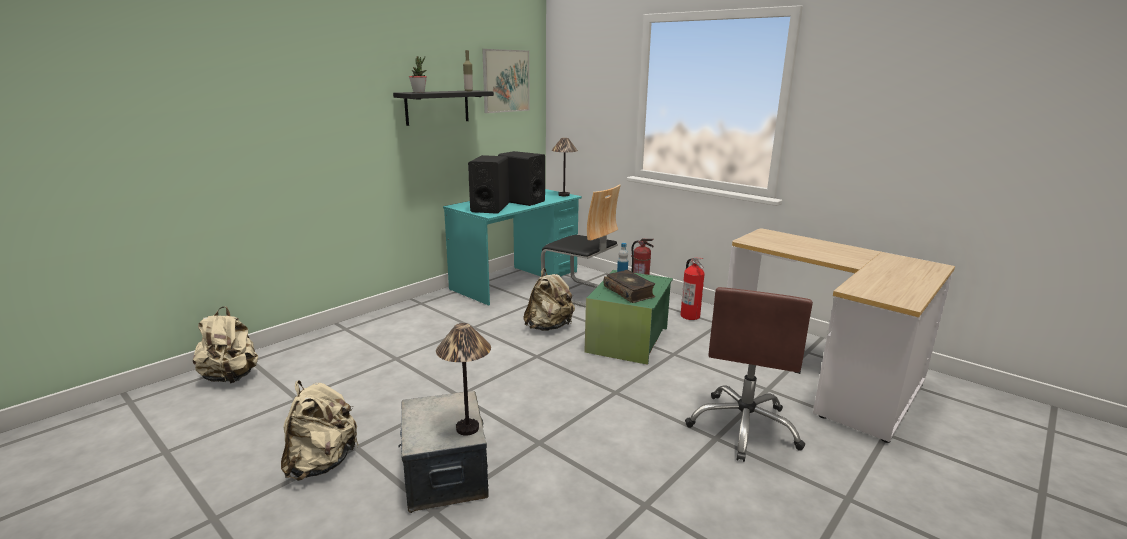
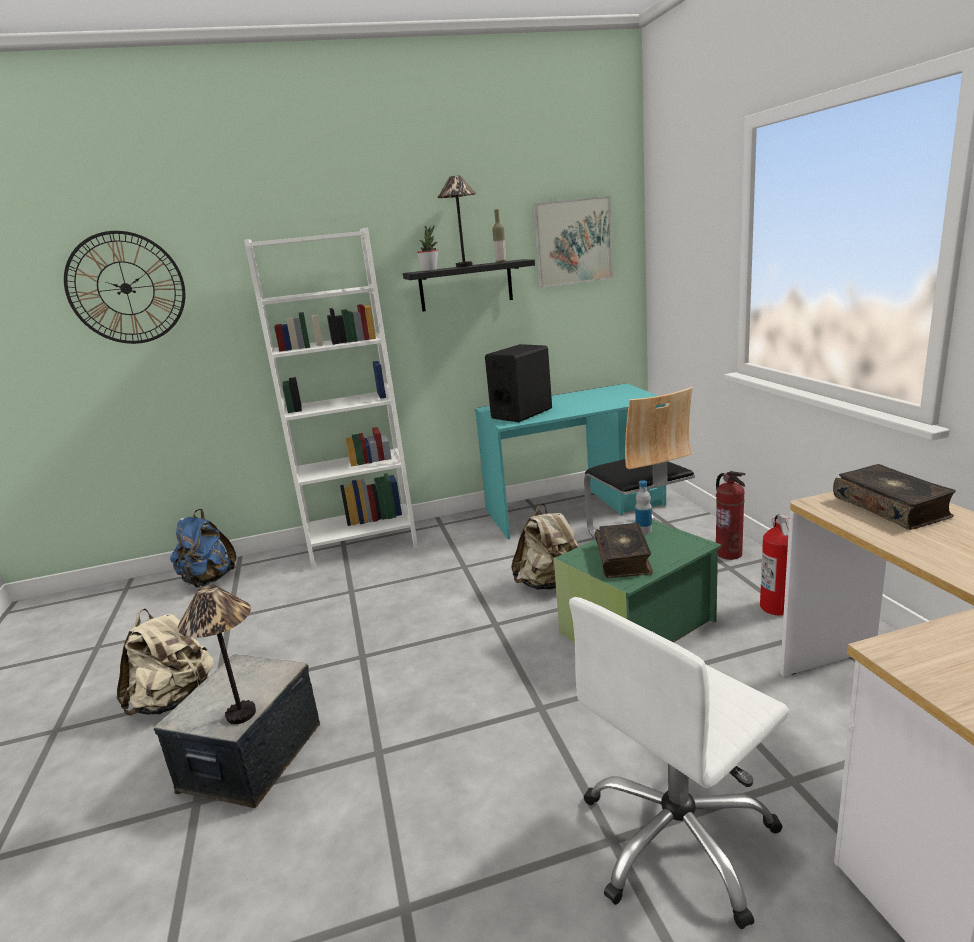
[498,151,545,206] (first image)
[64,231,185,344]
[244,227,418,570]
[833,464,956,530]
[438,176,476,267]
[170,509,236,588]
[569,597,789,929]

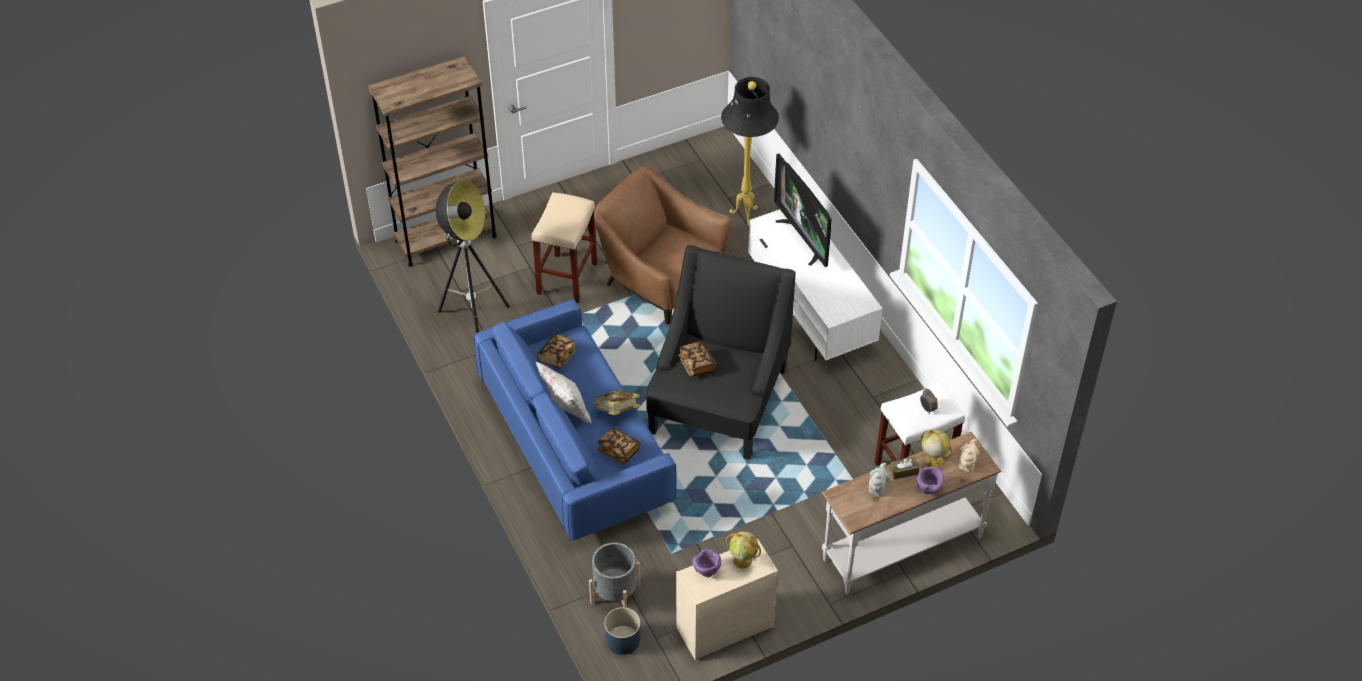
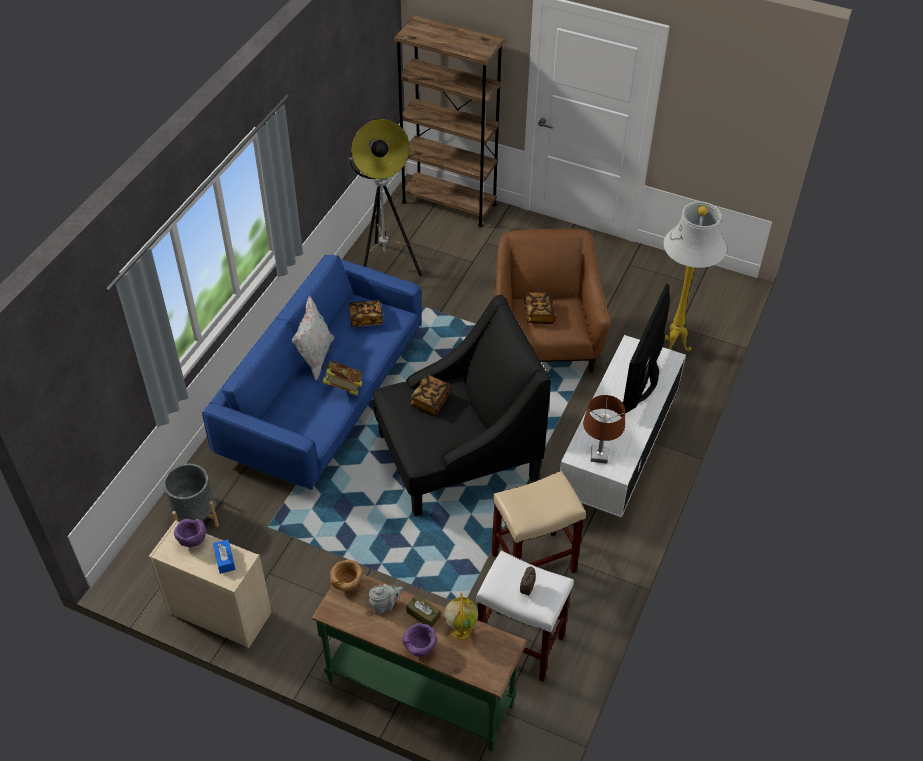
[604,607,641,655] (first image)
[959,439,980,472] (first image)
[330,559,363,592]
[583,395,625,463]
[491,471,586,574]
[524,293,556,324]
[213,539,235,574]
[663,201,727,352]
[311,574,528,752]

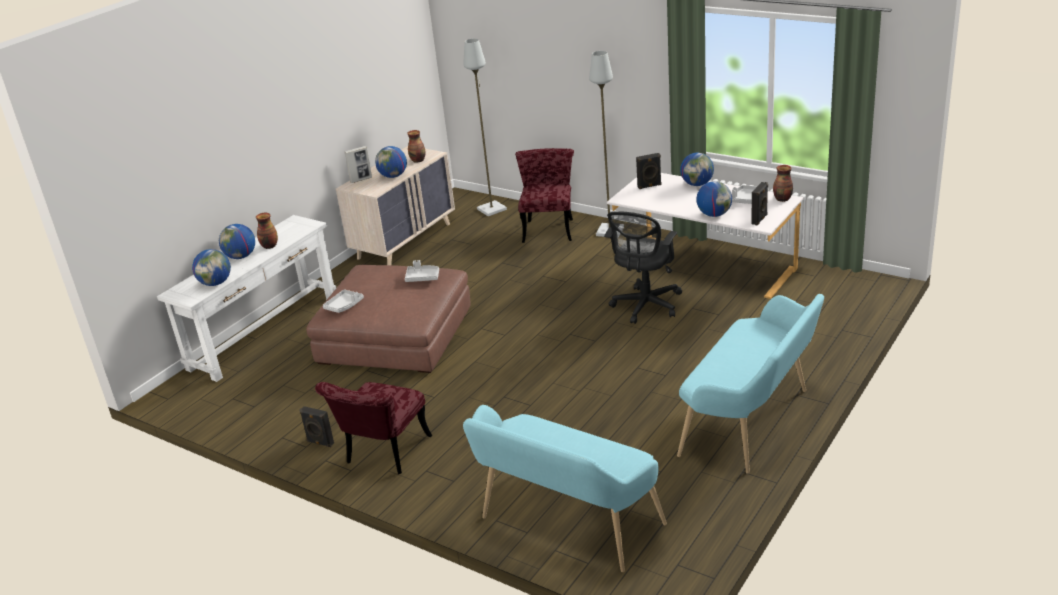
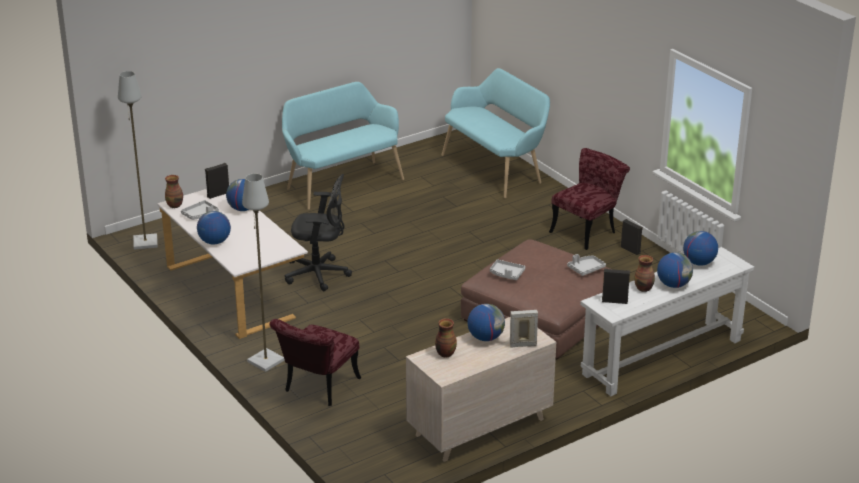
[118,71,158,250]
[602,268,630,304]
[285,174,352,291]

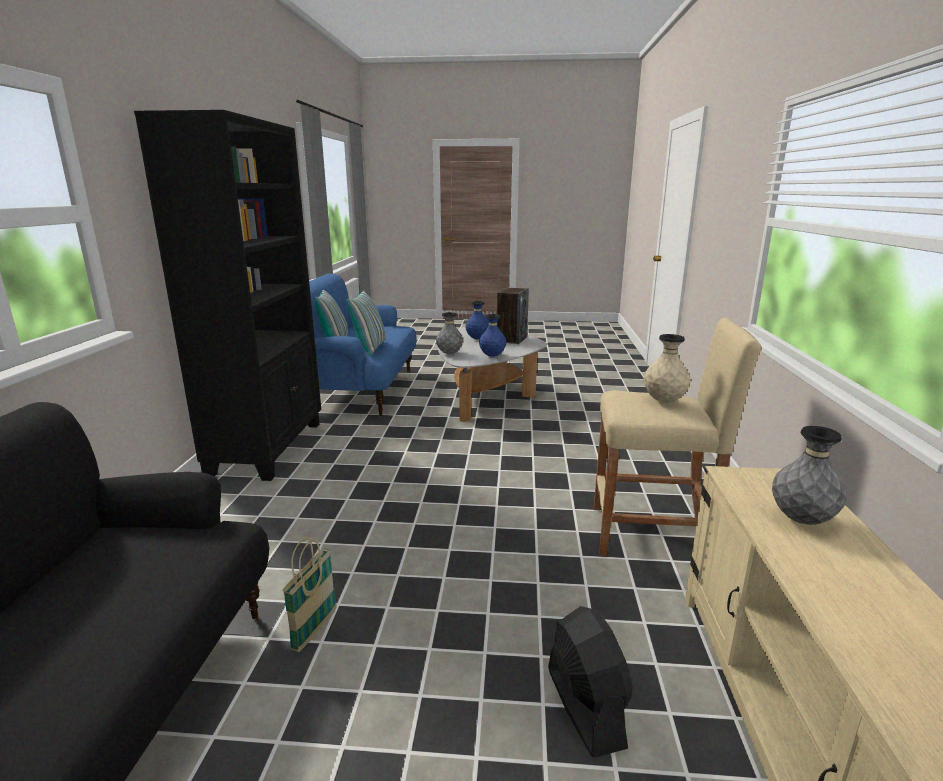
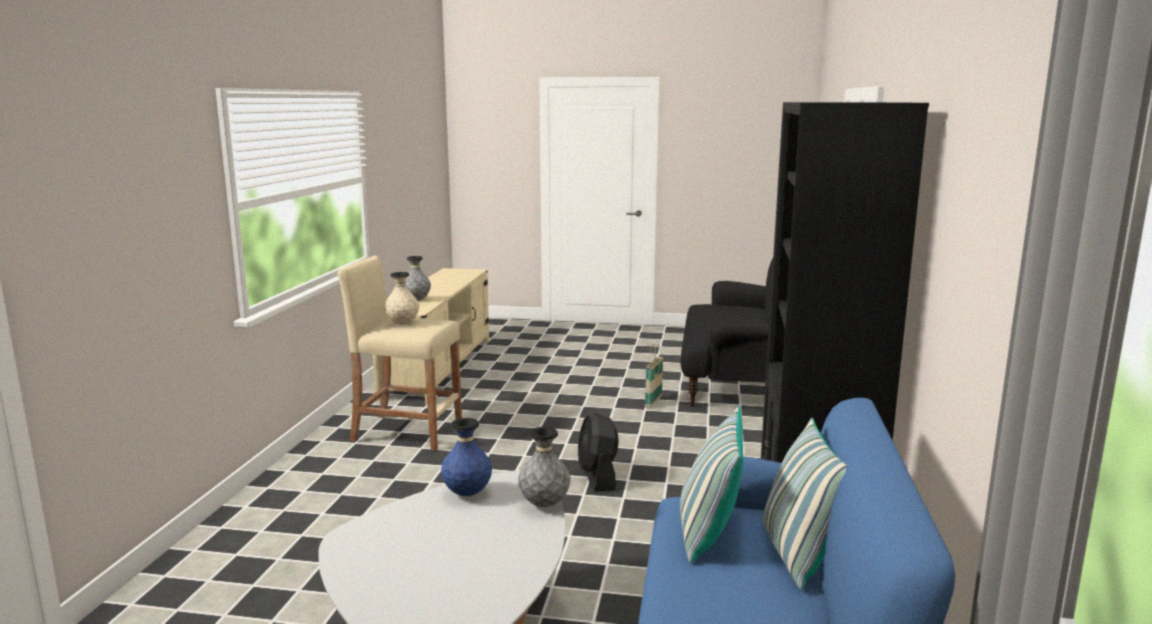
[465,301,489,339] (first image)
[497,288,529,344] (first image)
[578,412,619,492]

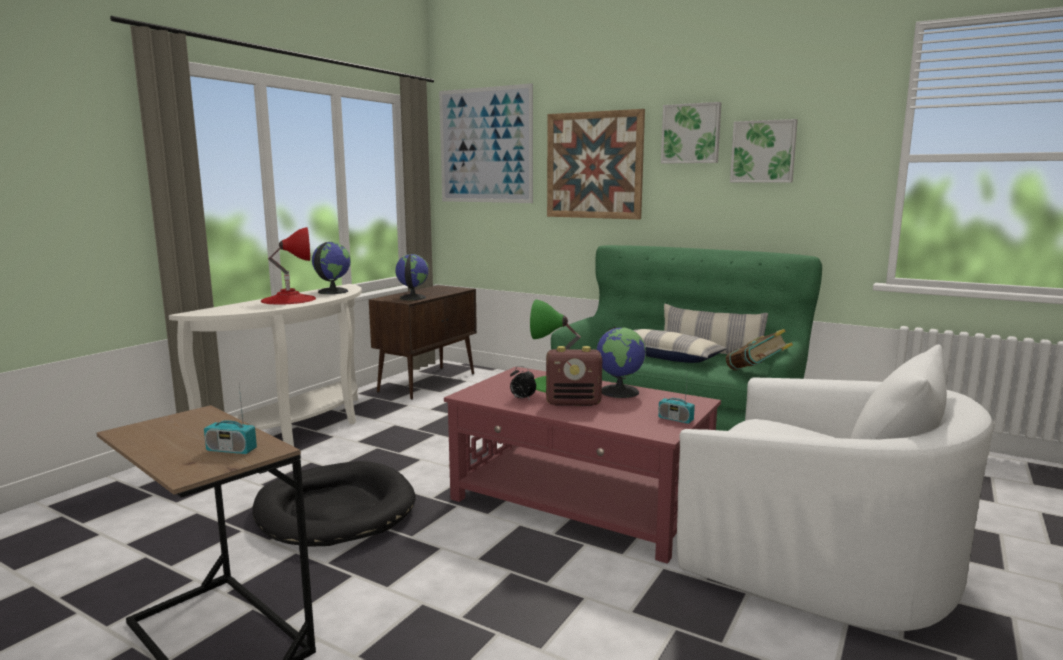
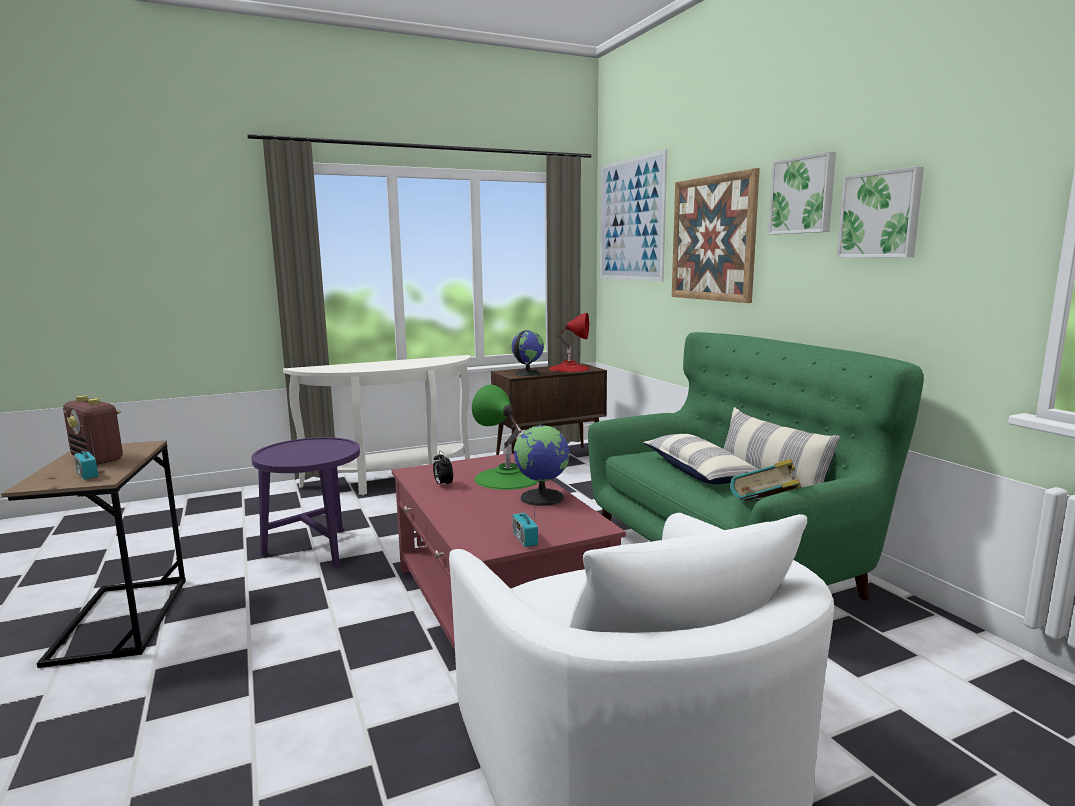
[312,242,351,294] (first image)
[549,313,590,372]
[63,395,123,465]
[251,437,360,567]

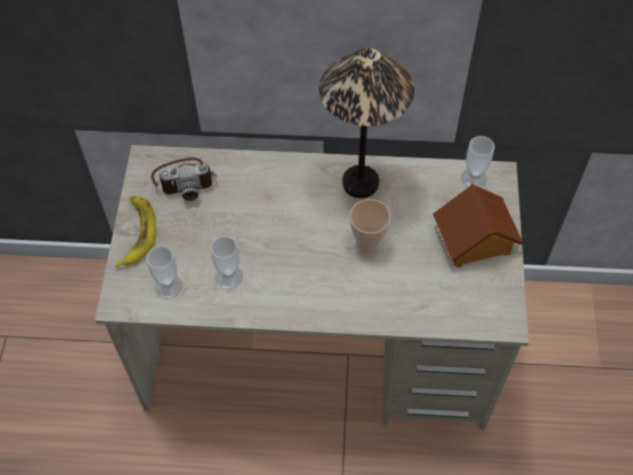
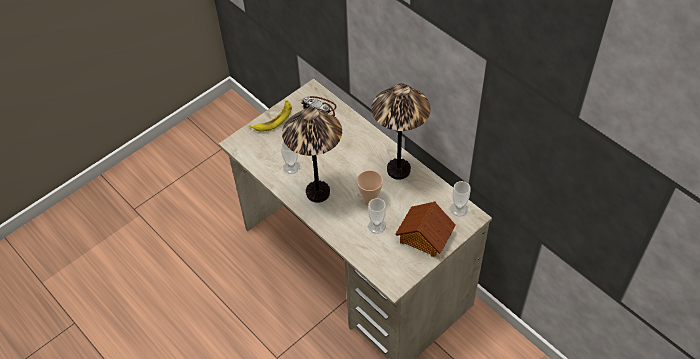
[282,107,342,203]
[368,198,386,234]

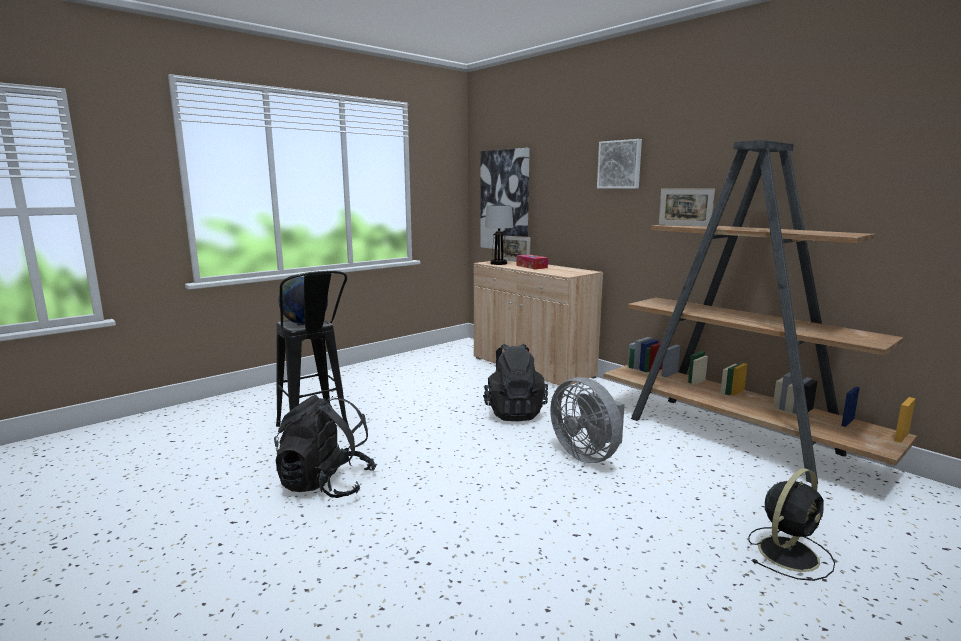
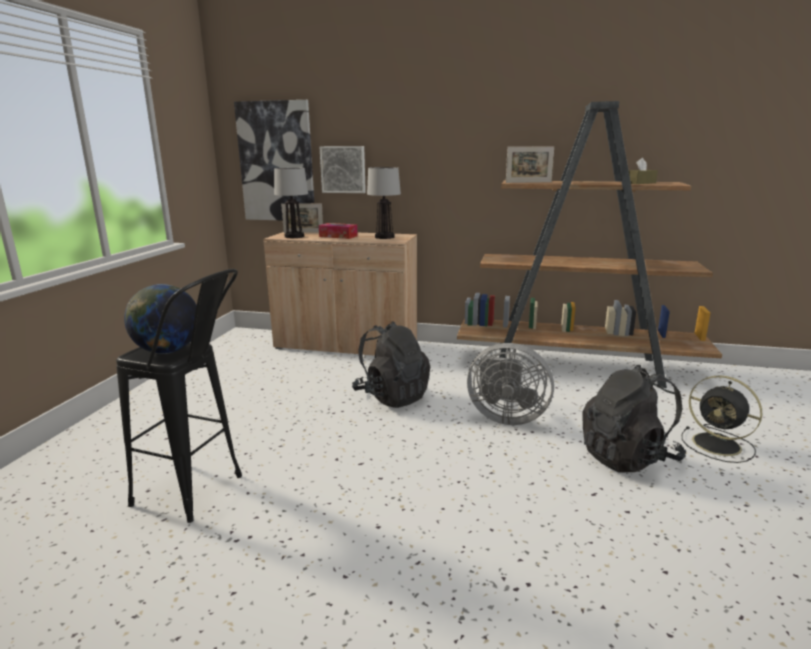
[367,167,401,239]
[629,158,658,184]
[582,365,686,473]
[319,146,366,193]
[682,375,762,463]

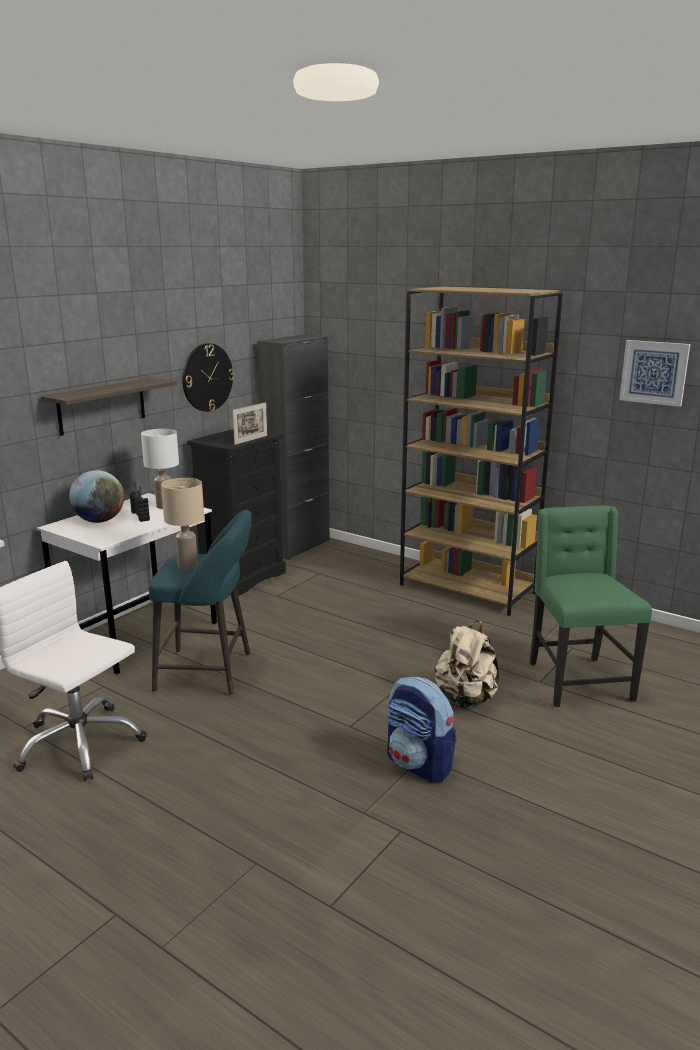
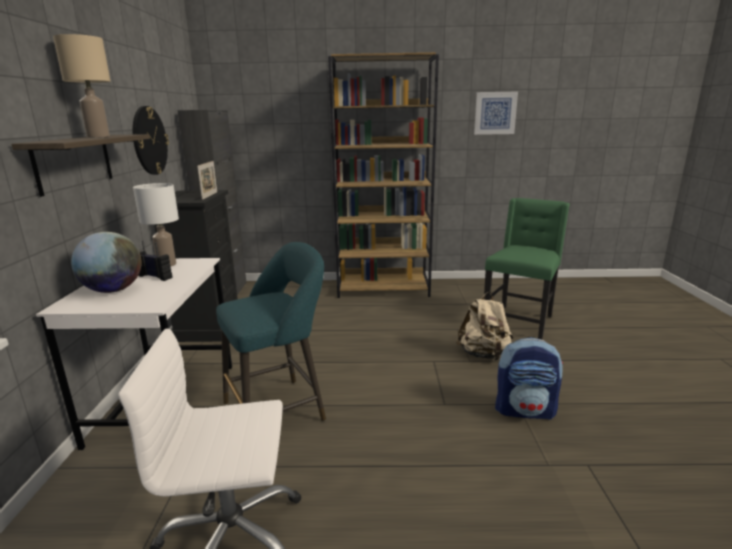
[53,34,111,138]
[484,198,570,340]

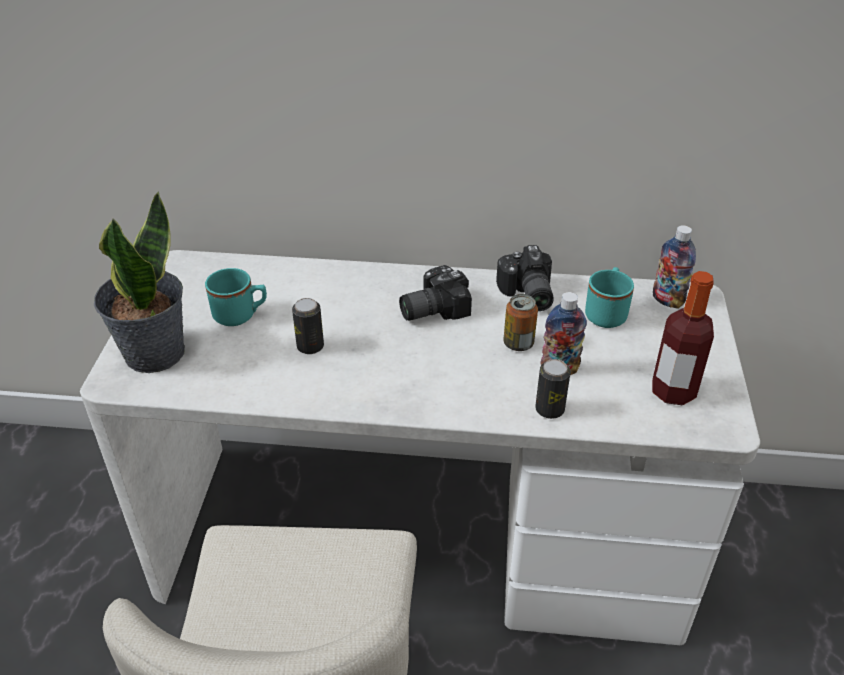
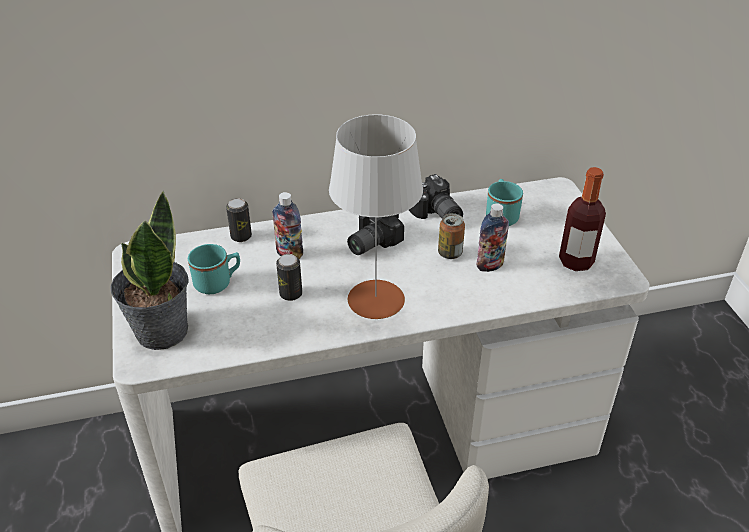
[329,114,423,319]
[226,198,252,242]
[272,192,303,259]

